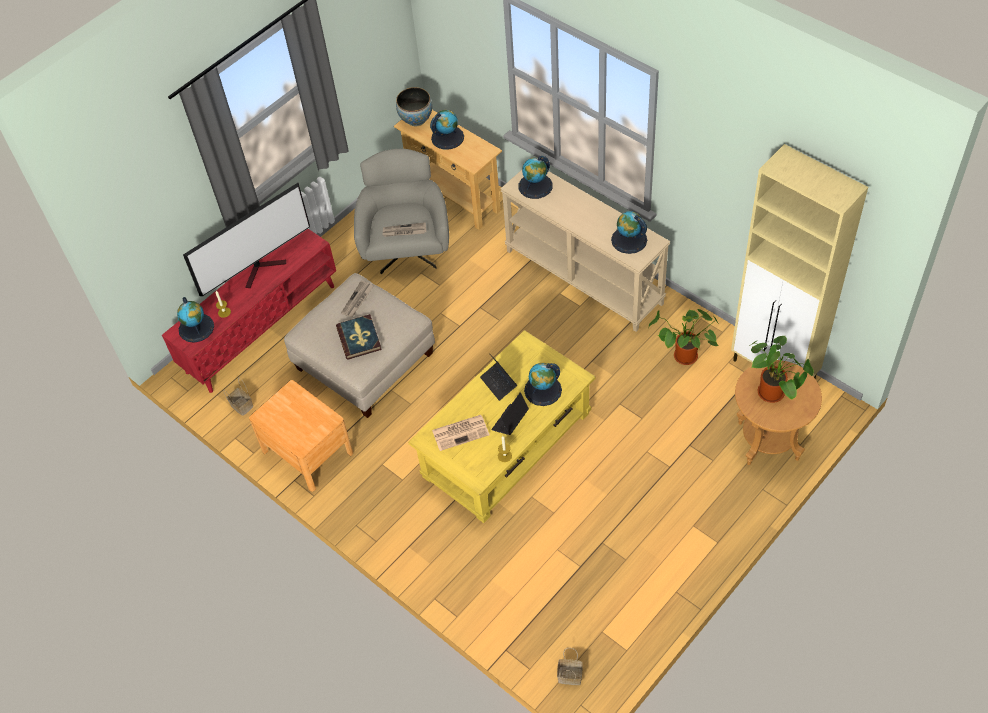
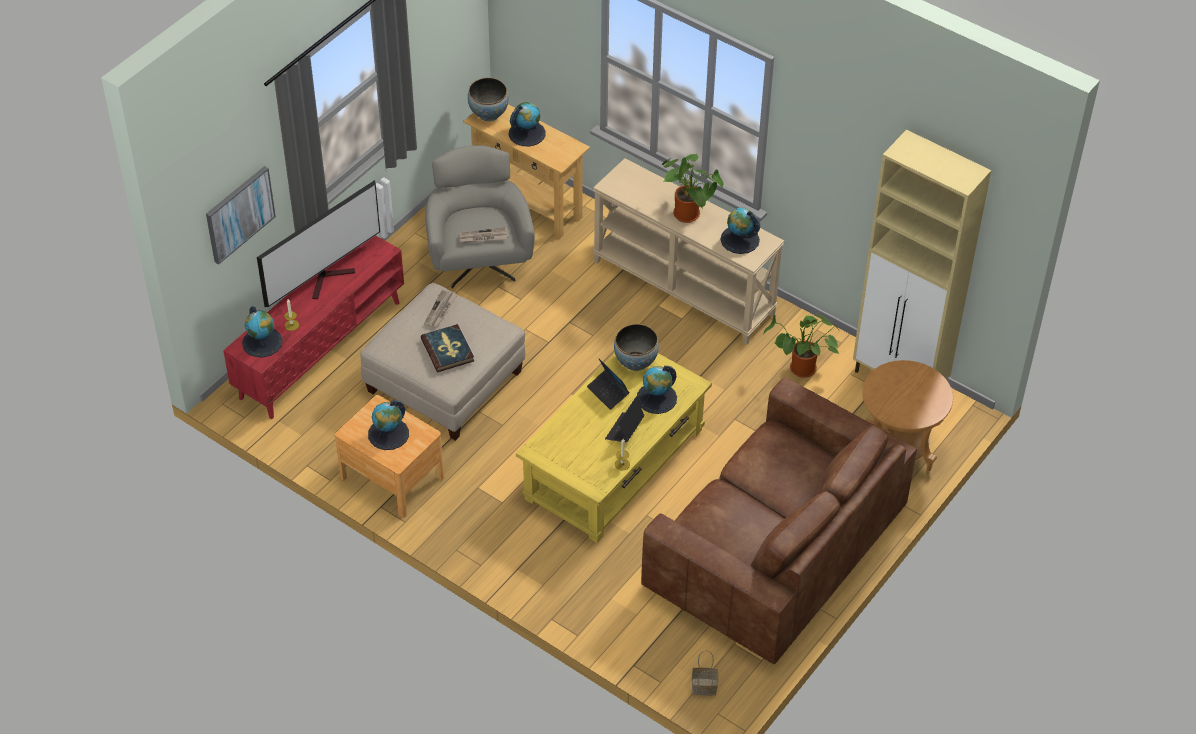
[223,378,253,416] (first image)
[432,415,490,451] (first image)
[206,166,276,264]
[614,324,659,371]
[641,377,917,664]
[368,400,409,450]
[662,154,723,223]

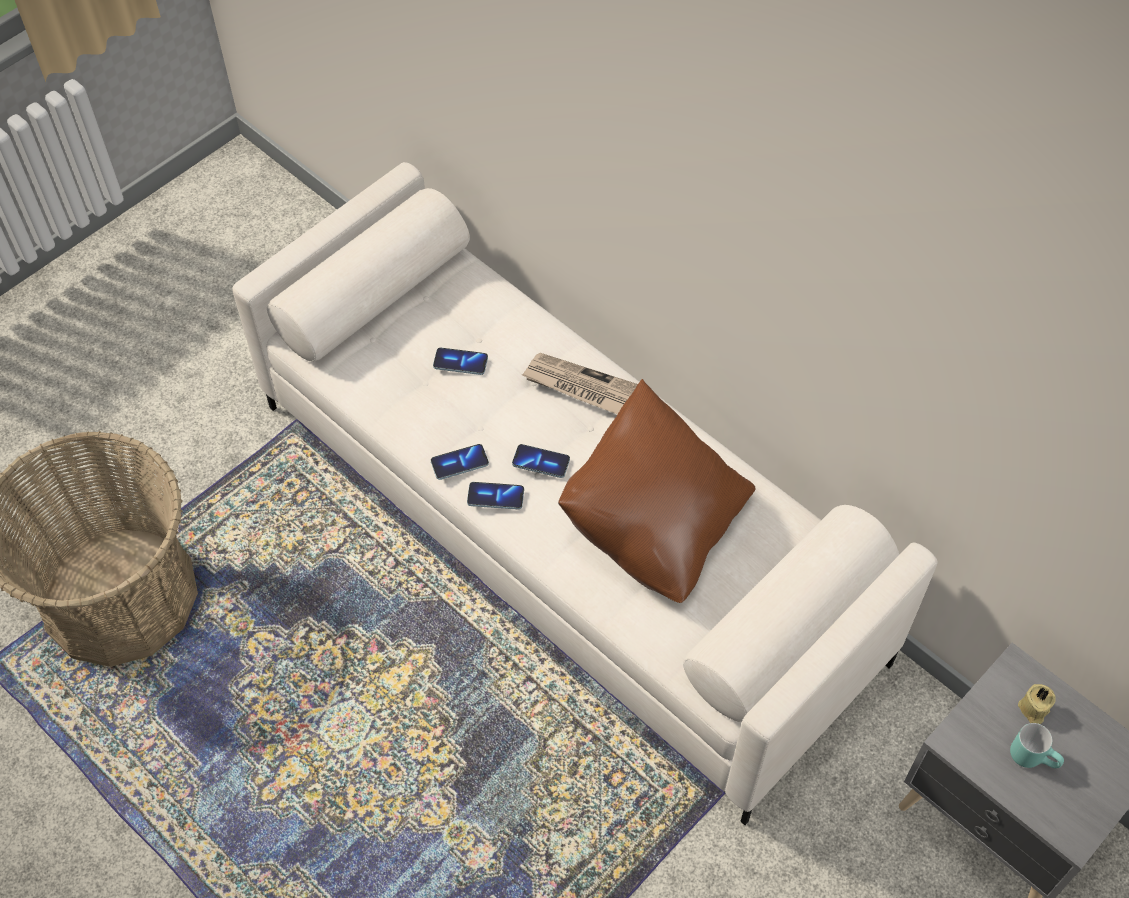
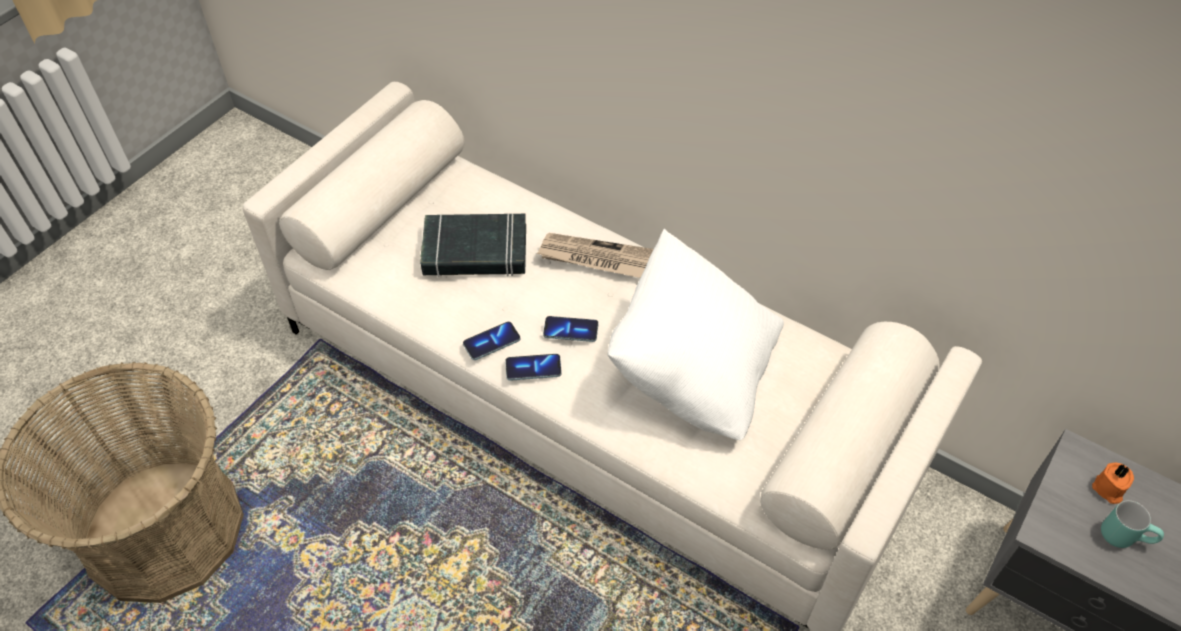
[420,214,526,277]
[608,229,784,440]
[1092,463,1134,504]

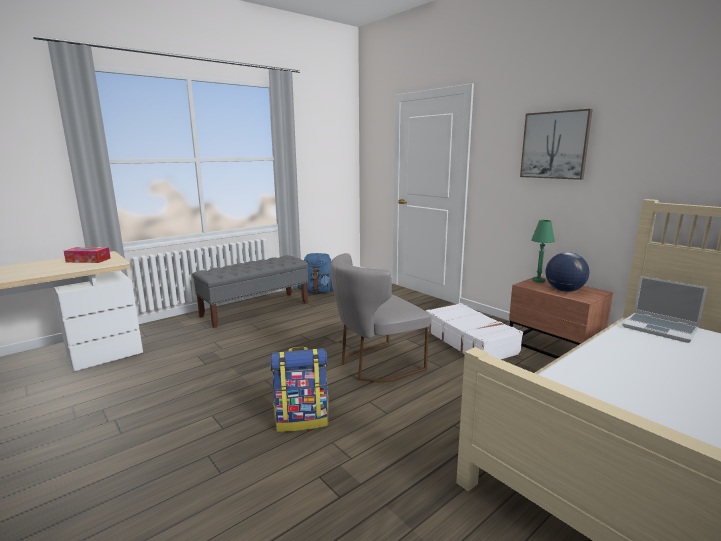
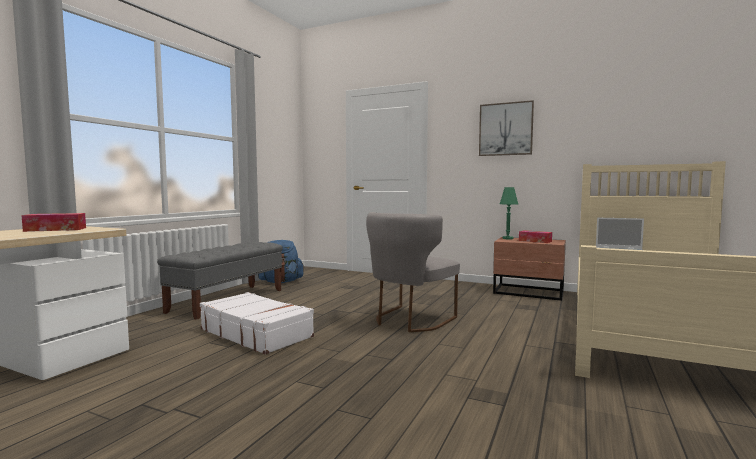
[270,347,328,432] (first image)
[200,292,314,355]
[519,230,552,243]

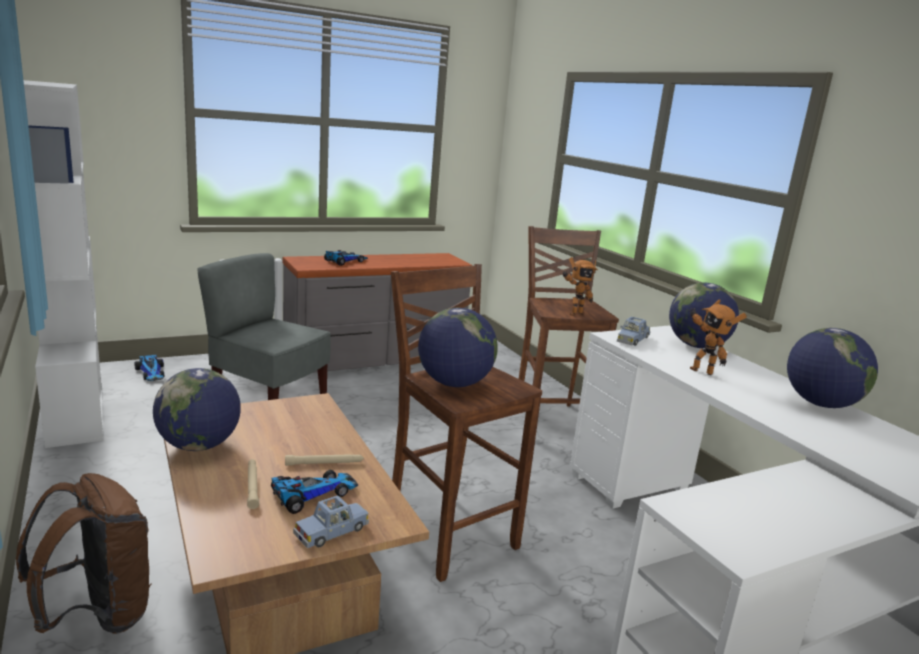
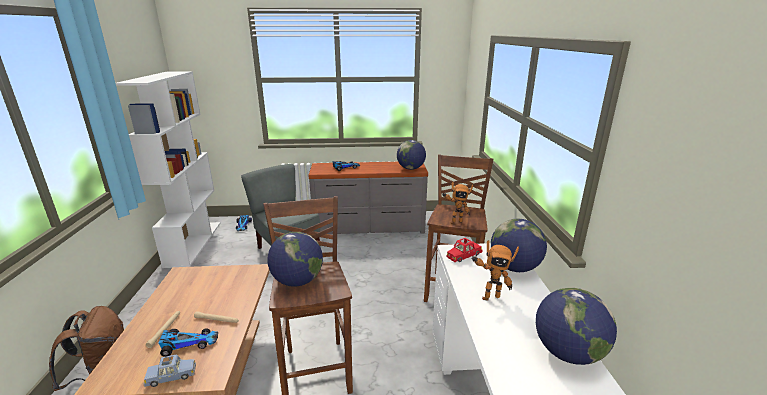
[397,140,426,170]
[446,238,483,262]
[471,240,519,300]

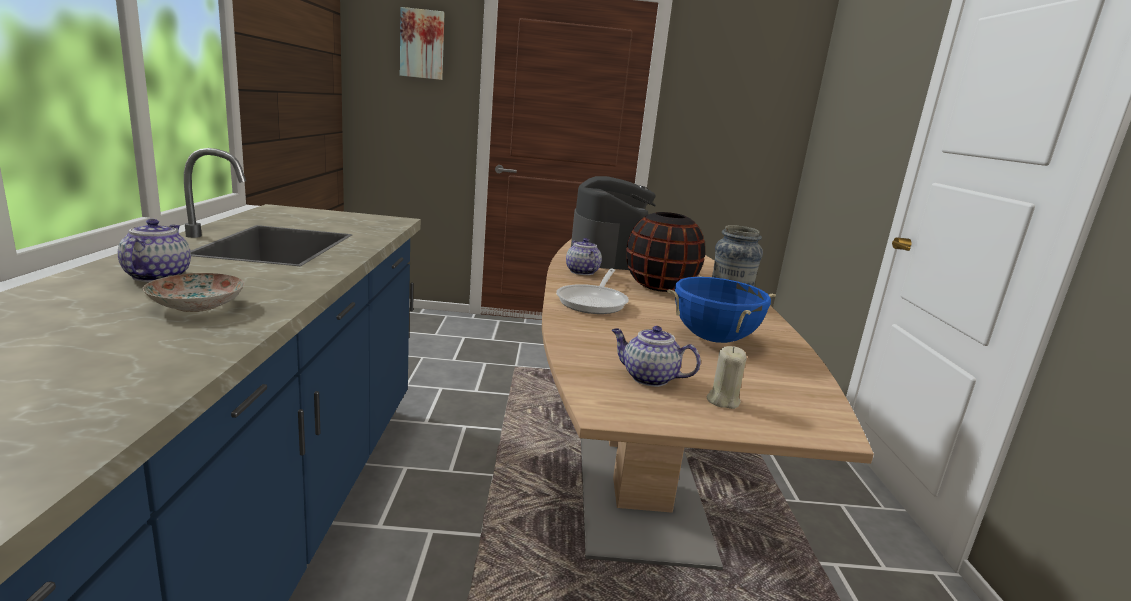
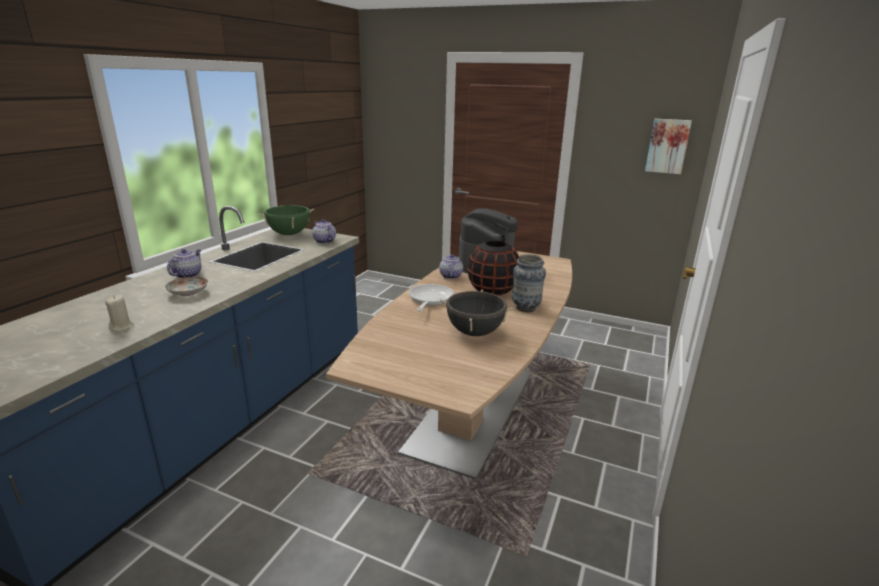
[259,205,314,235]
[645,119,692,174]
[312,219,336,244]
[105,295,134,332]
[440,290,514,336]
[409,284,454,312]

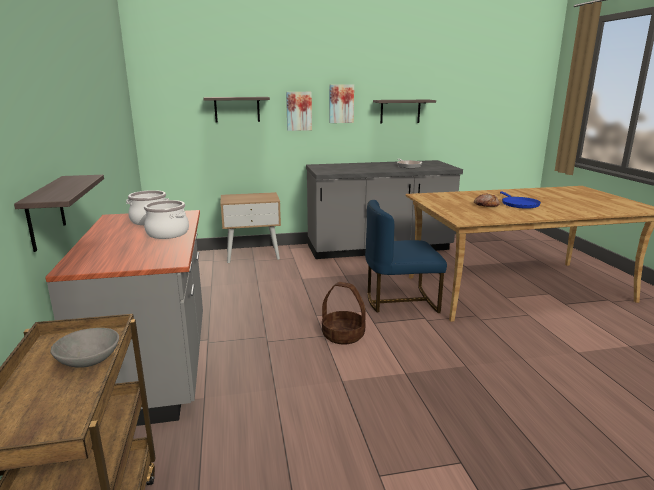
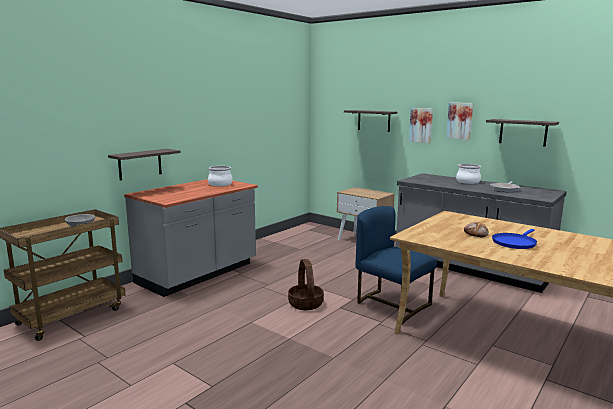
[456,164,481,184]

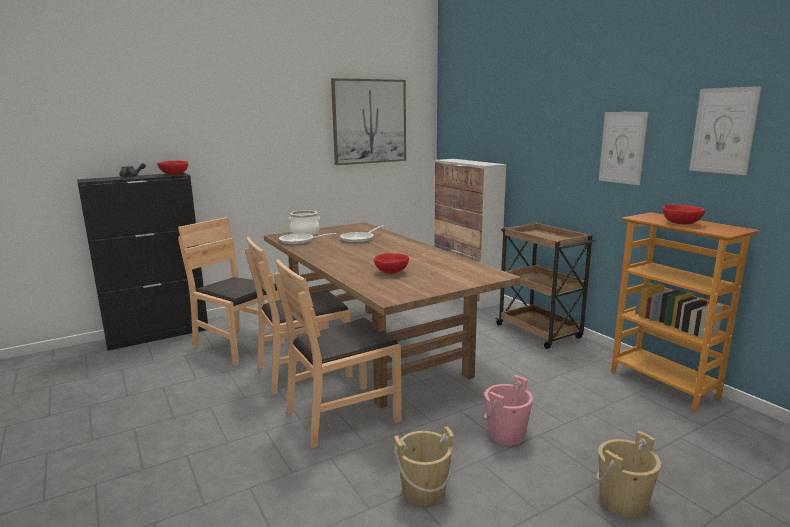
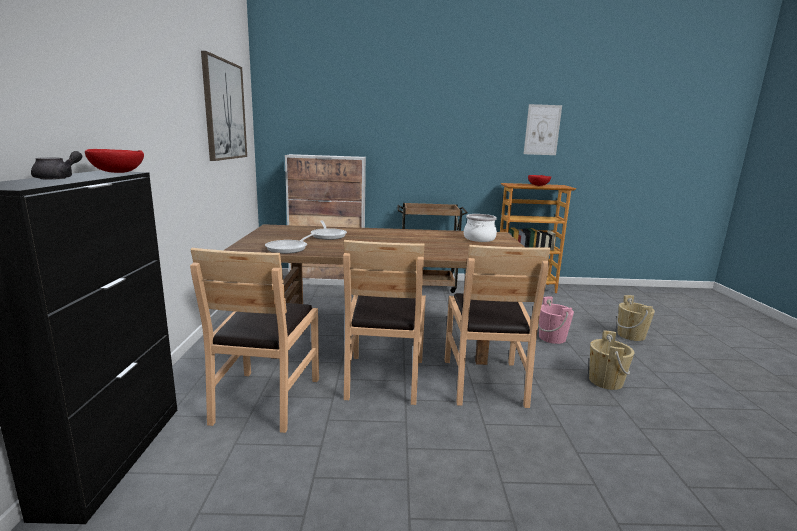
[374,253,409,274] (first image)
[599,112,648,185] (first image)
[464,214,497,242]
[190,248,319,433]

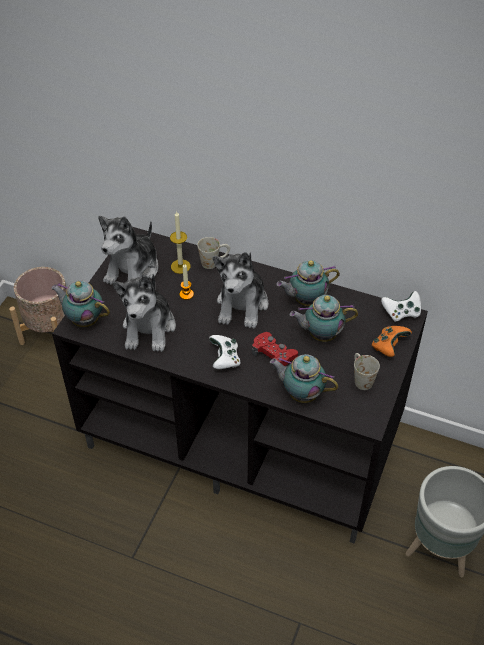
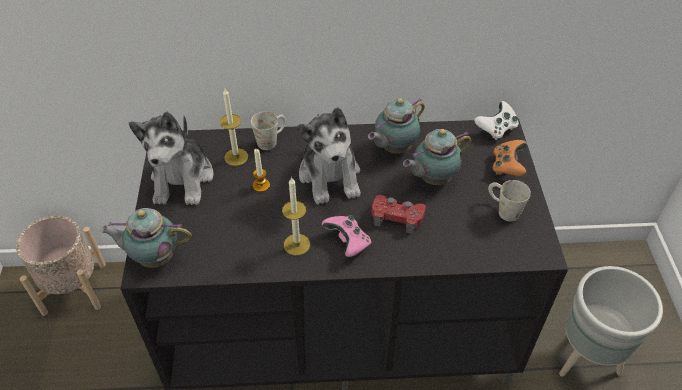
[113,274,176,352] (first image)
[270,354,338,403] (first image)
[282,177,310,256]
[322,215,372,257]

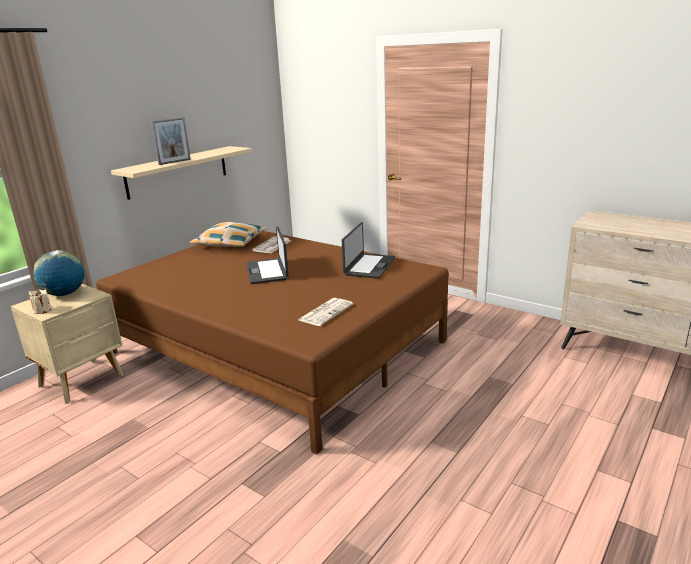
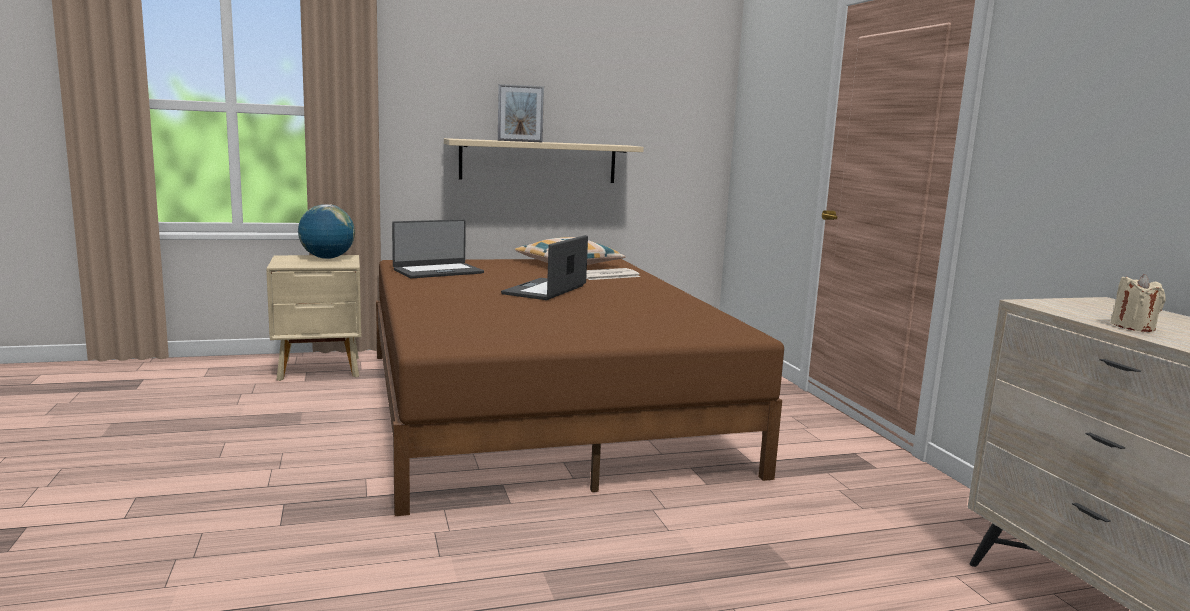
[298,298,353,326] (first image)
[1111,274,1166,332]
[392,219,484,278]

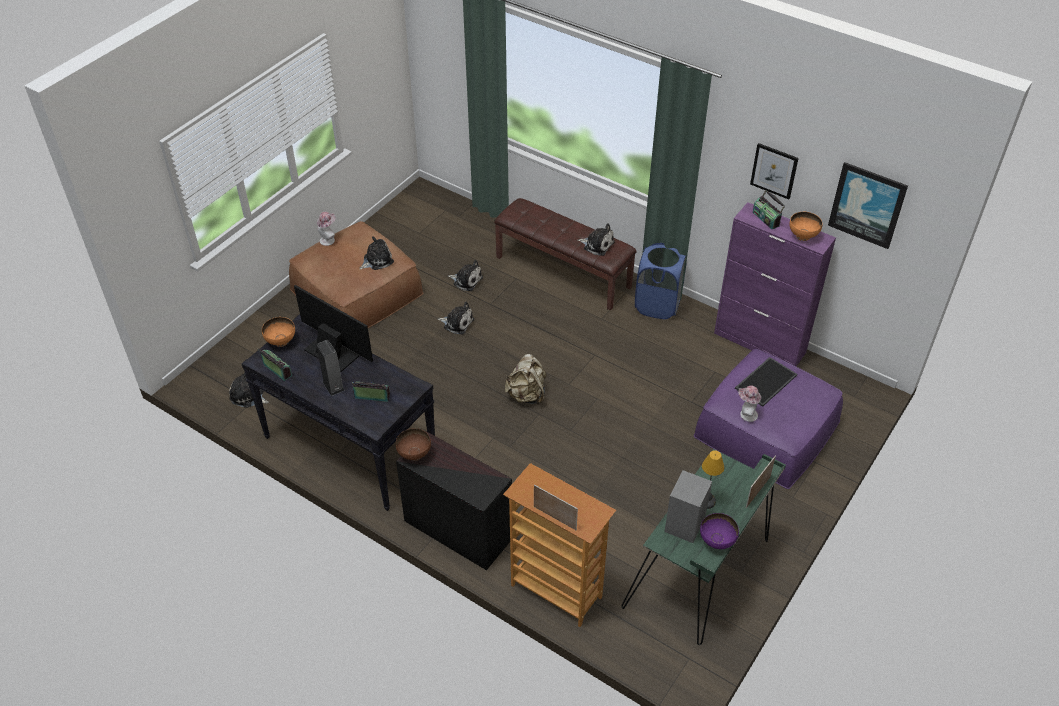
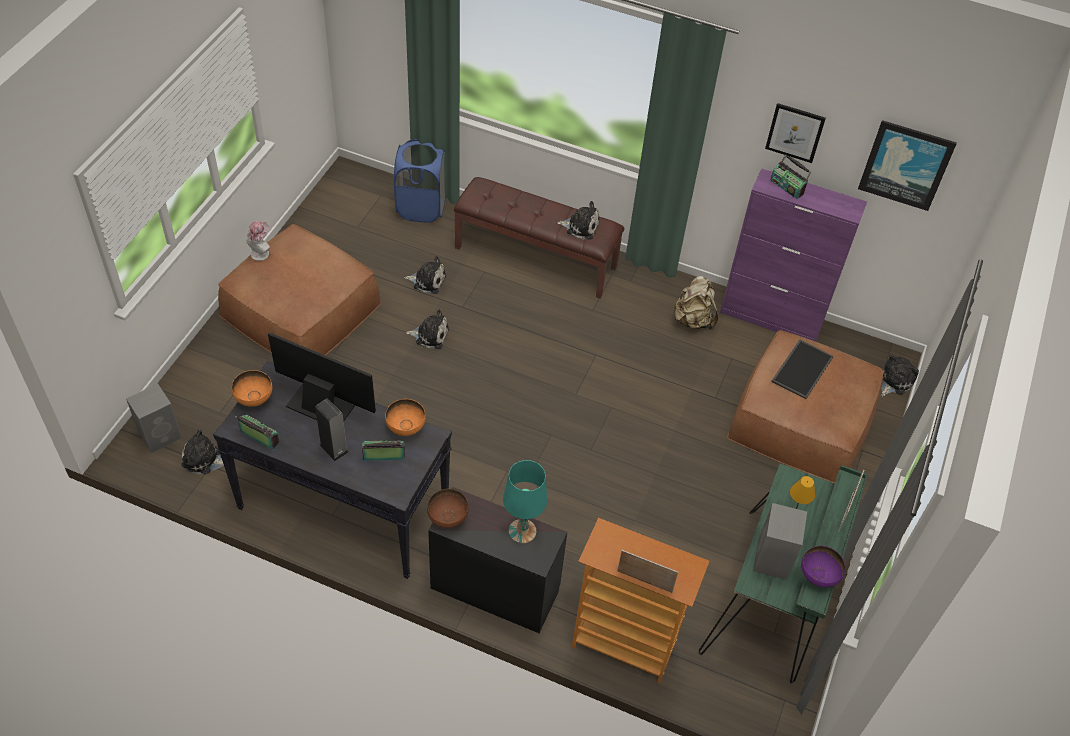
[738,386,761,422] (first image)
[126,384,182,453]
[503,460,547,544]
[881,355,919,396]
[672,276,718,329]
[394,139,445,223]
[385,399,426,436]
[727,330,883,483]

